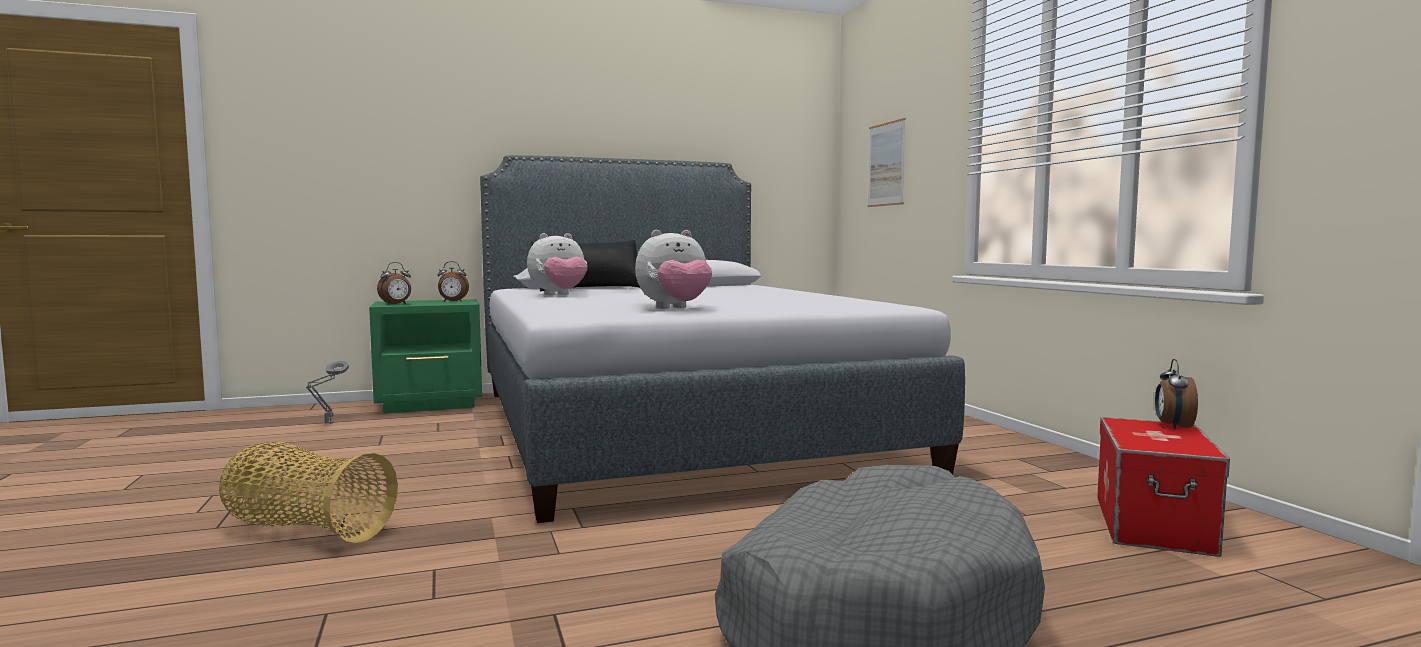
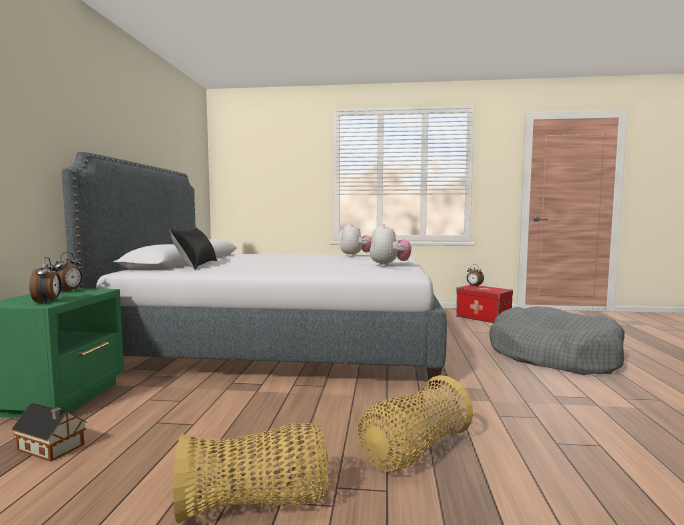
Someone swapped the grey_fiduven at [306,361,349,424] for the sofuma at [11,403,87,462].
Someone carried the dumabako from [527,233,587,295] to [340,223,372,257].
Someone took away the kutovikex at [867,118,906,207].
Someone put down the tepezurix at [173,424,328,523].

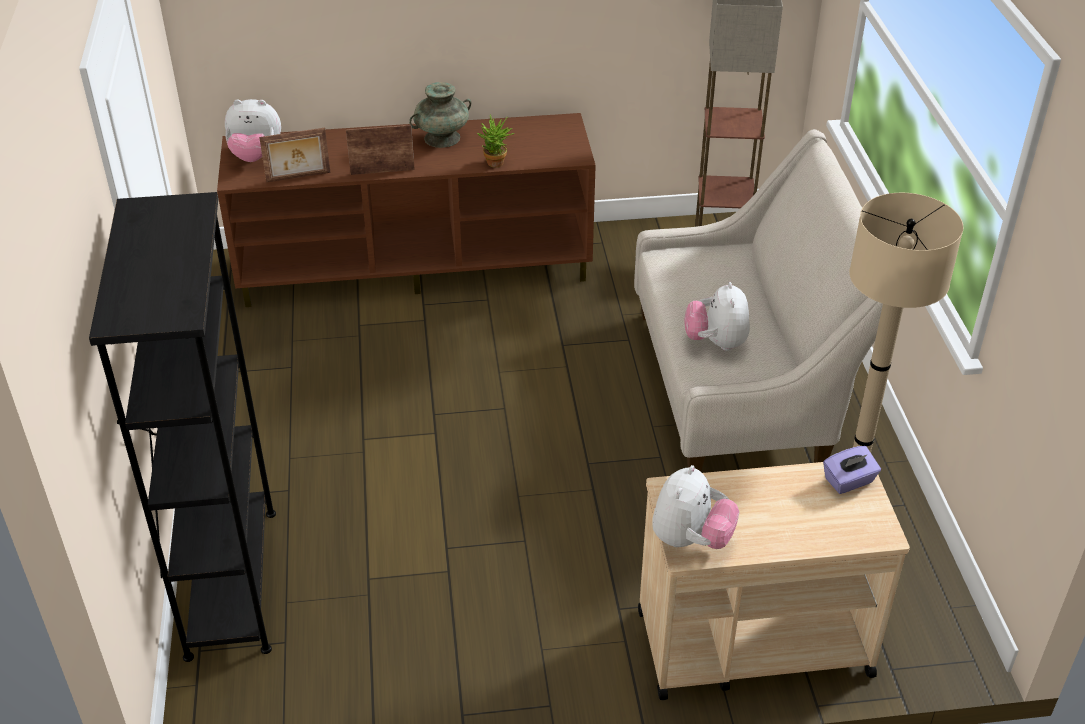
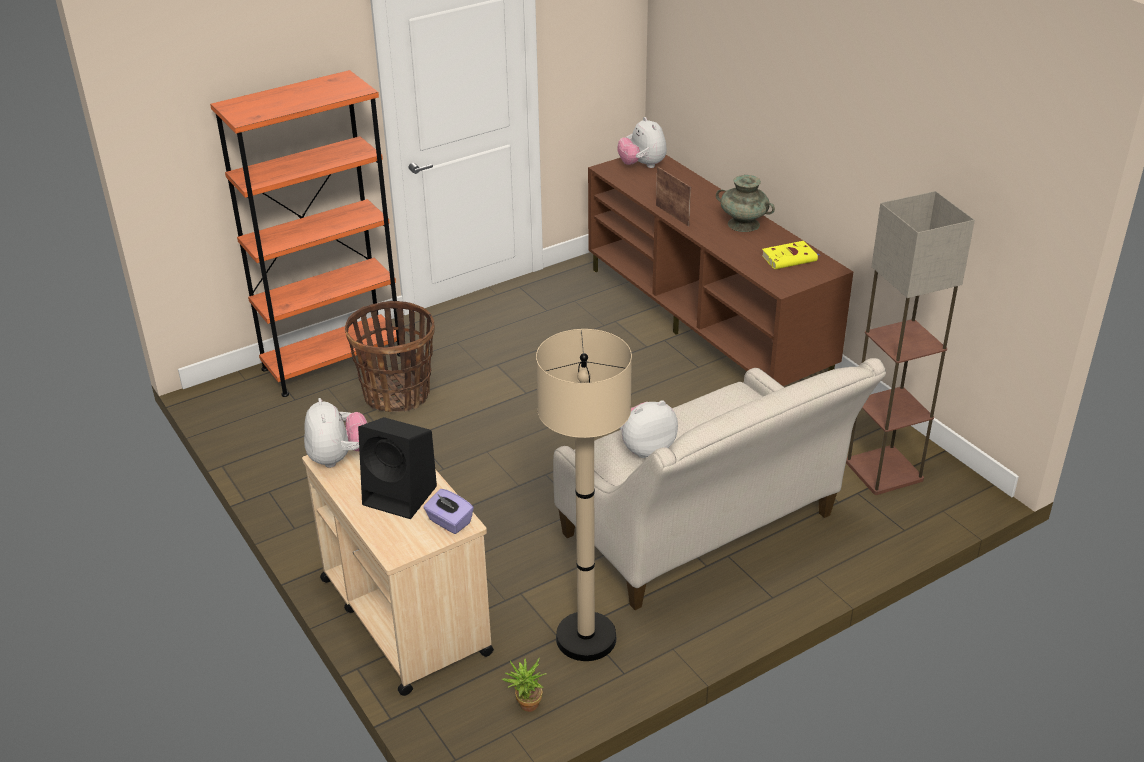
Someone repainted the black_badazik at [89,192,276,662], which became the orange_badazik at [210,70,400,397].
Someone took away the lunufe at [259,128,330,182].
Someone carried the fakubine from [477,115,515,167] to [502,658,546,712].
Someone rotated the dumabako at [653,465,739,549] by 105 degrees counterclockwise.
Someone put down the tepezurix at [345,301,435,412].
Someone put down the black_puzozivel at [358,417,437,519].
Someone put down the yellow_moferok at [761,241,819,269].

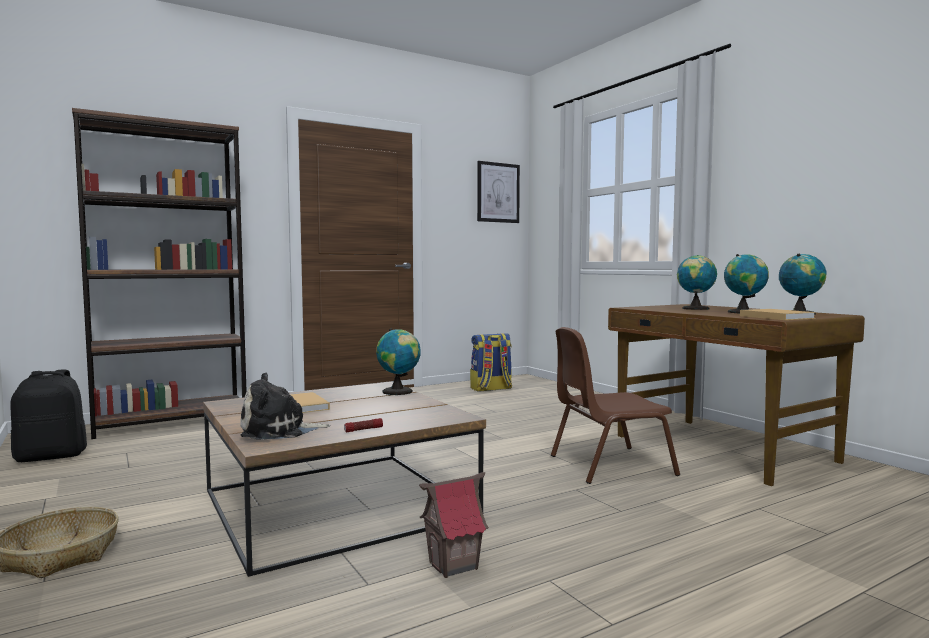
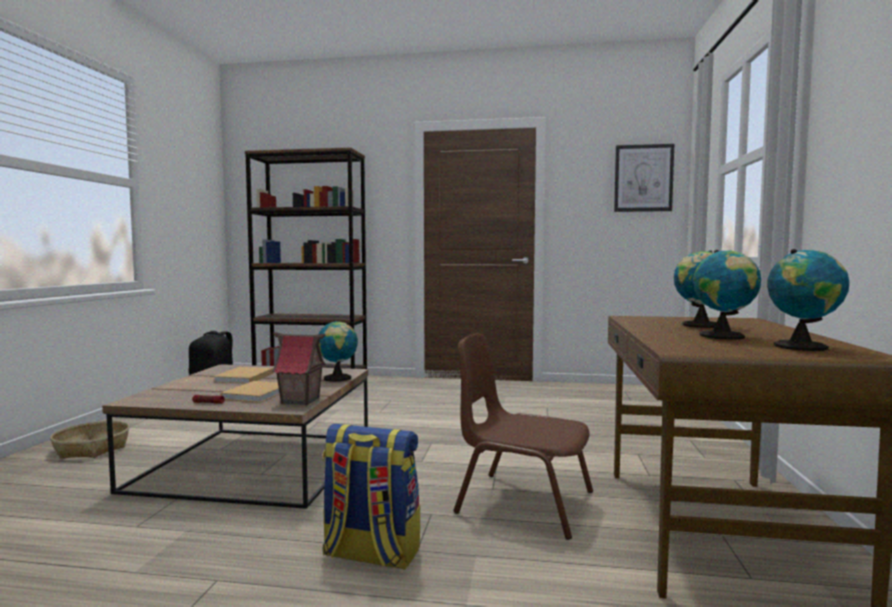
Someone took away the dumabako at [240,372,331,440].
Someone carried the sofuma from [419,472,489,578] to [272,332,326,406].
Someone carried the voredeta from [470,333,512,392] to [323,424,420,570].
Someone carried the beige_moferok from [740,309,816,320] to [221,381,280,403].

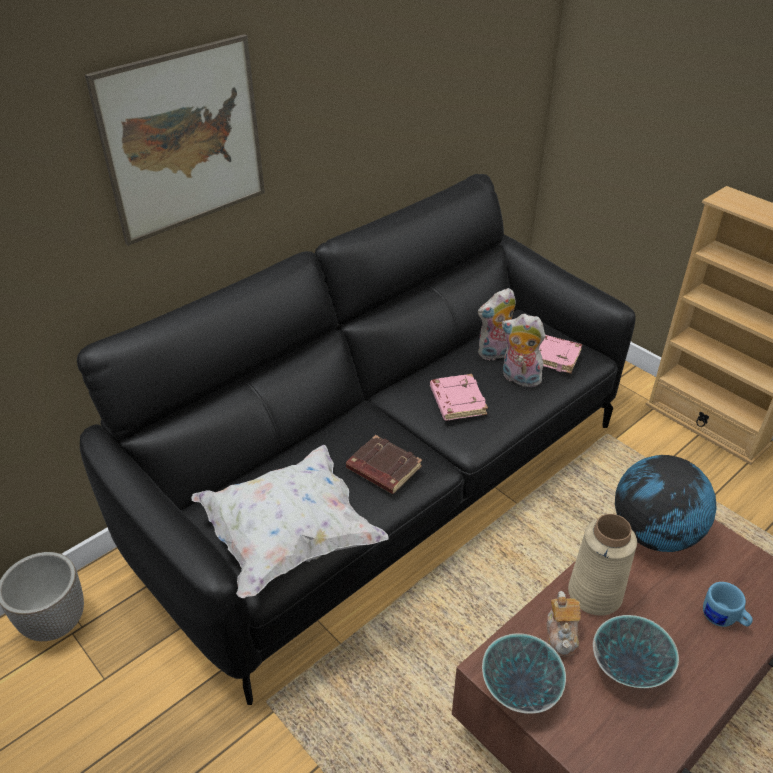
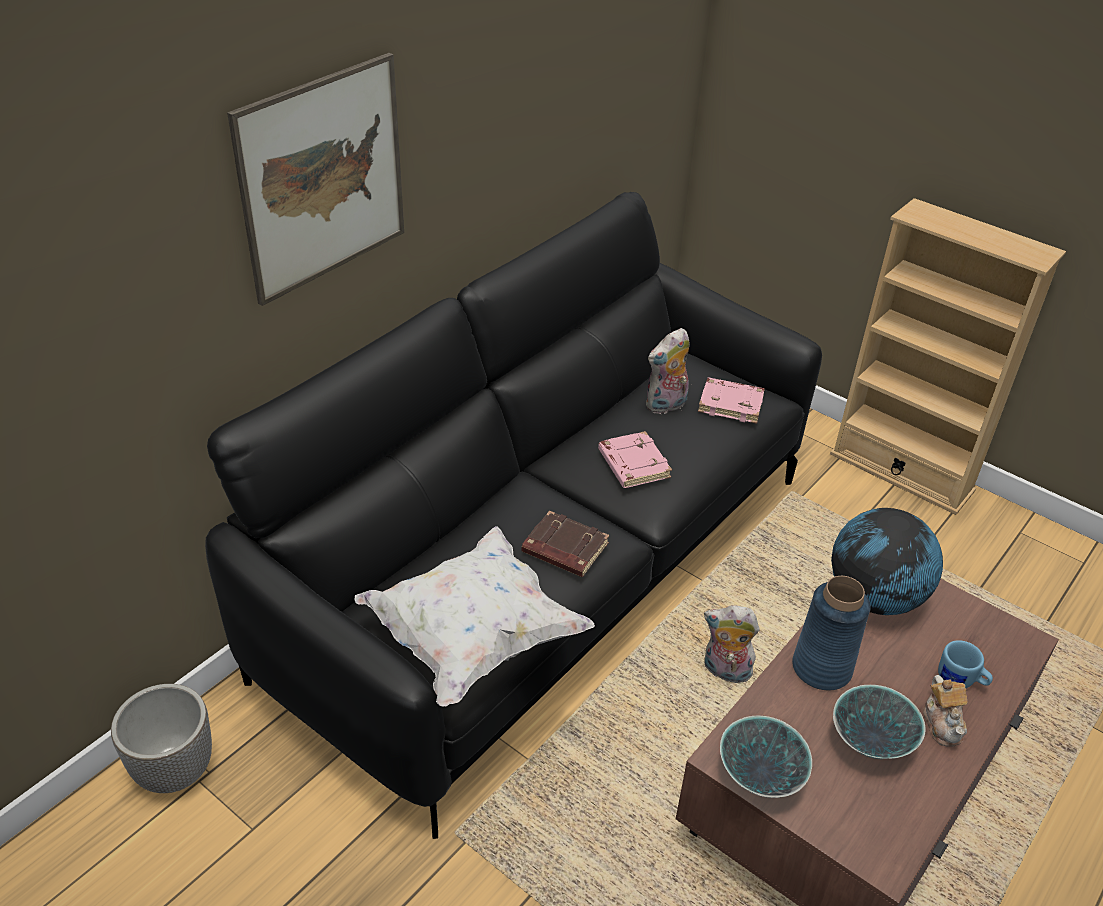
Someone carried the dumabako from [501,314,546,389] to [704,605,760,683].
Someone carried the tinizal from [547,591,581,657] to [923,675,968,747].
Someone repainted the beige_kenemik at [568,514,637,616], which became the blue_kenemik at [792,576,871,690].

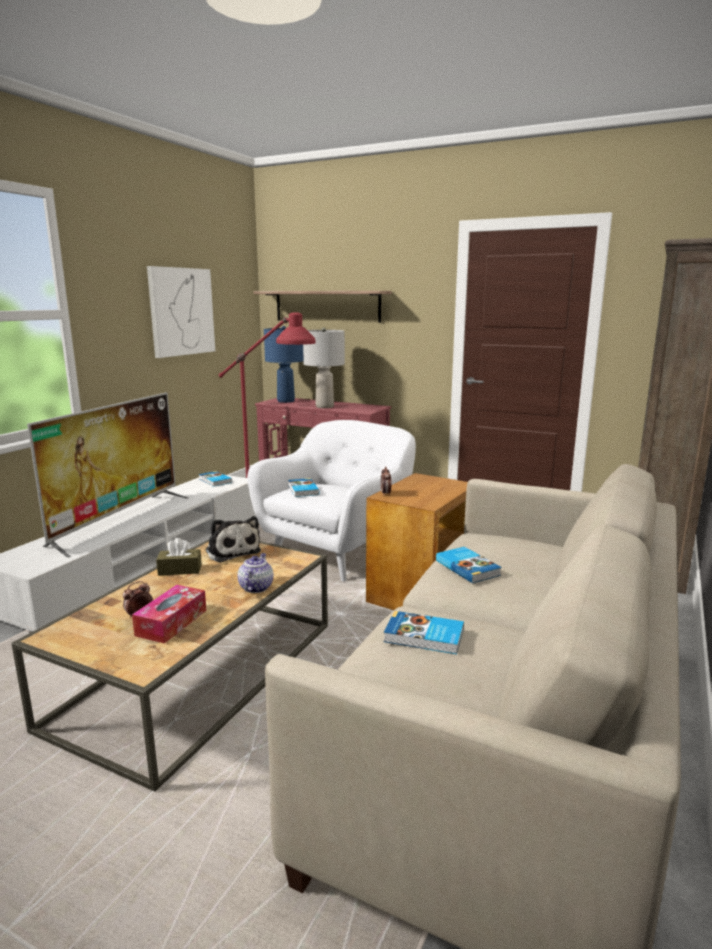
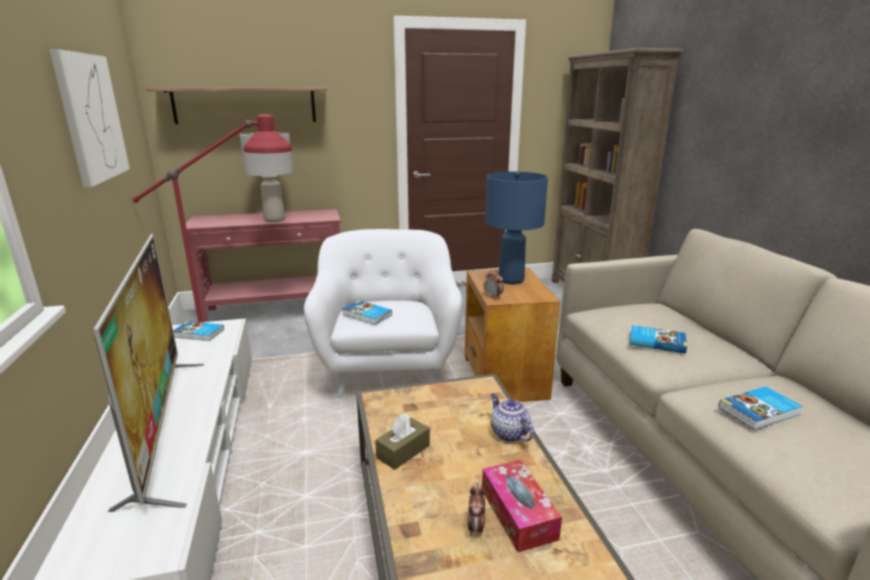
Someone took away the dumabako at [205,516,261,563].
Someone carried the blue_fiduven from [264,326,303,403] to [485,171,548,284].

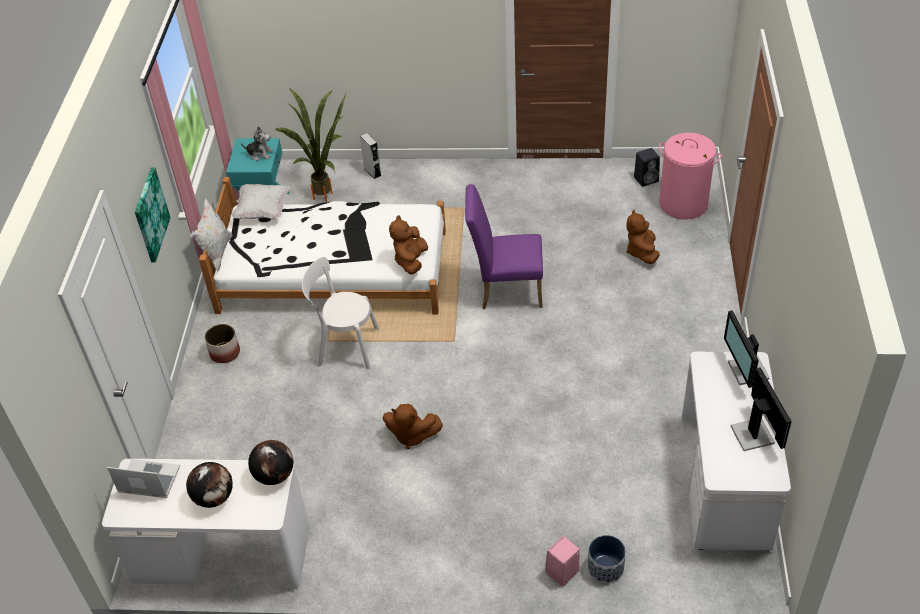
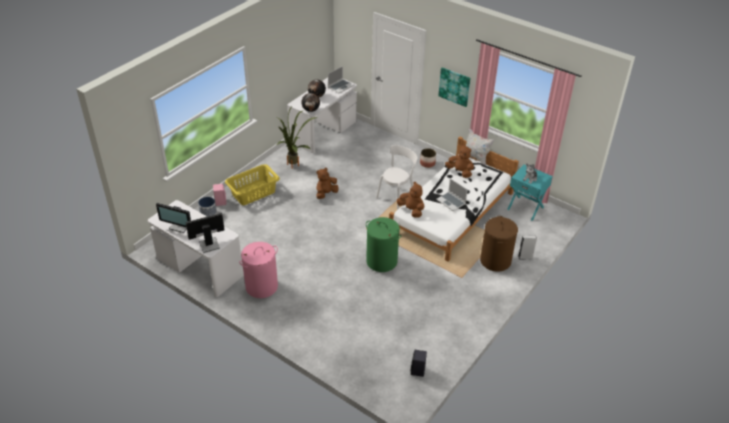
Someone took away the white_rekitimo at [231,184,289,219].
Someone carried the fakubine from [274,88,346,202] to [277,107,318,169].
Someone swapped the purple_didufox at [465,184,543,309] for the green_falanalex at [366,217,402,272].
Someone carried the brown_dumabako from [626,210,660,264] to [445,144,474,178].
Someone carried the pink_falanalex from [659,133,722,220] to [239,242,278,298].
Someone rotated the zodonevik at [724,310,769,388] by 45 degrees counterclockwise.
Someone put down the yellow_falanalex at [225,164,280,205].
Someone put down the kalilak at [436,178,468,212].
Someone put down the brown_falanalex at [480,216,518,272].

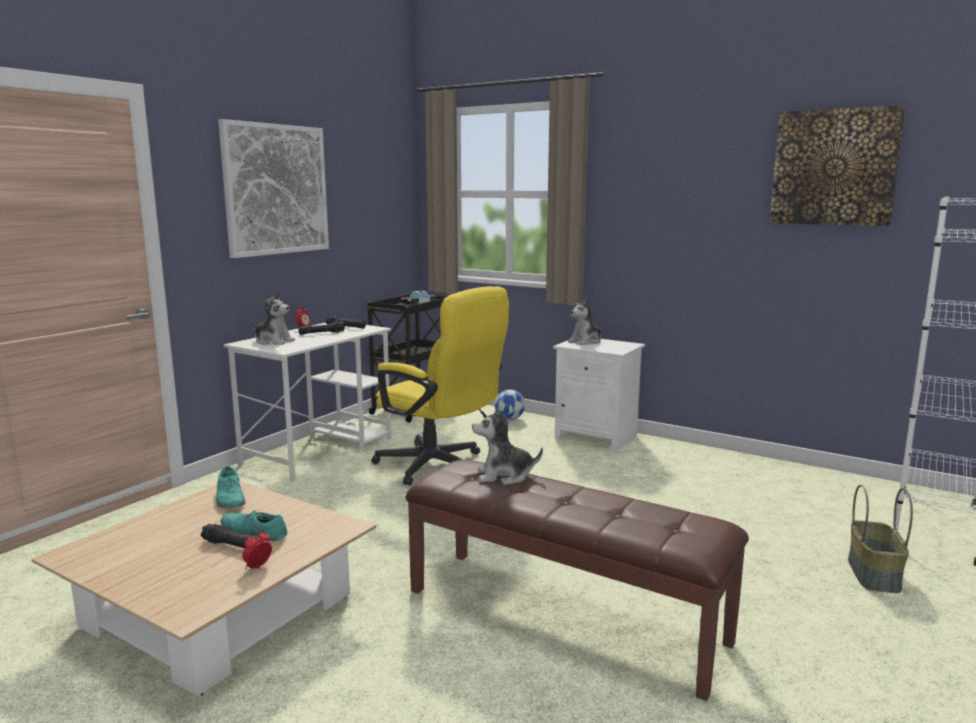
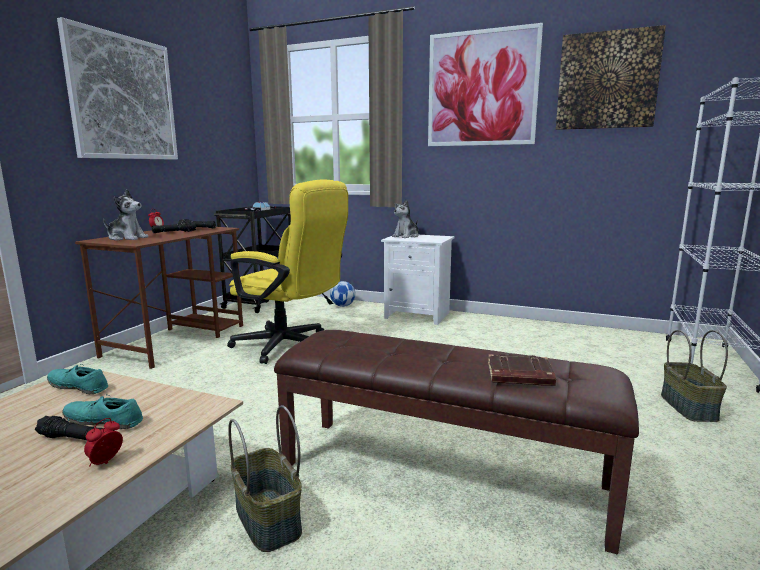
Someone rotated the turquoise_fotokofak at [216,466,245,508] by 150 degrees clockwise.
Someone repainted the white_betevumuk at [224,323,391,482], which became the brown_betevumuk at [75,227,243,369].
Someone took away the dumabako at [472,407,543,485].
Someone put down the tepezurix at [228,405,302,552].
Someone put up the kutovikex at [428,23,543,146].
Someone put down the brown_moferok at [488,354,556,386].

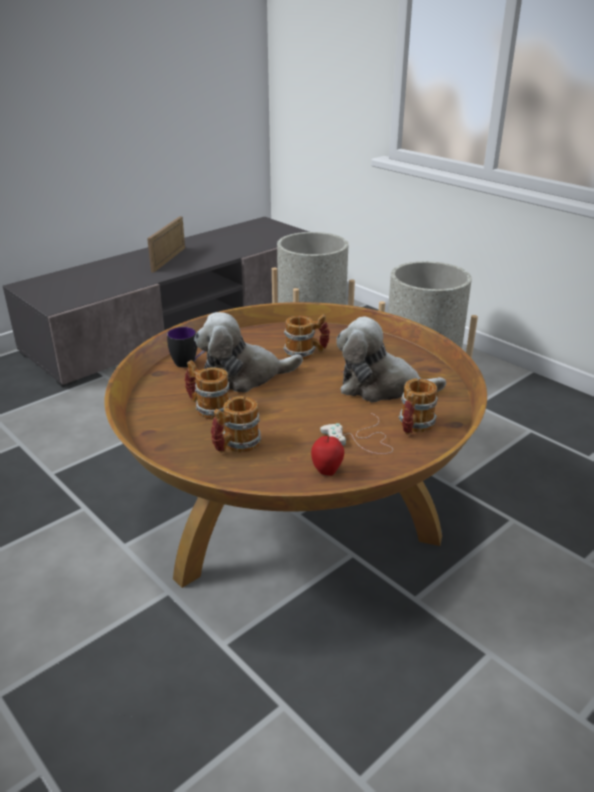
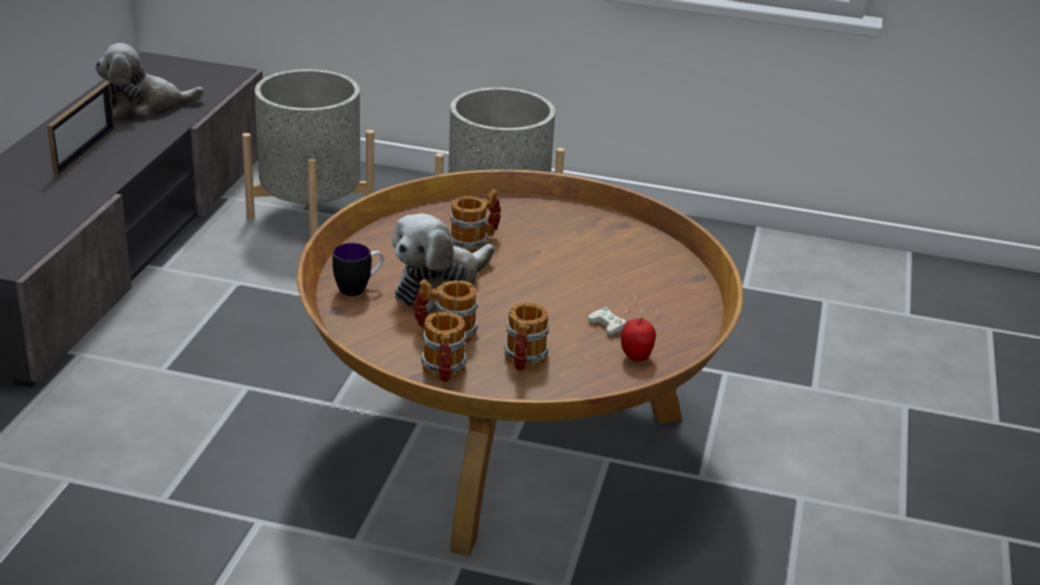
Someone rotated the lunufe at [147,216,185,273] by 150 degrees counterclockwise.
Someone carried the dumabako from [337,317,446,402] to [95,43,204,119].
Someone carried the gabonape from [399,378,438,435] to [422,312,466,384].

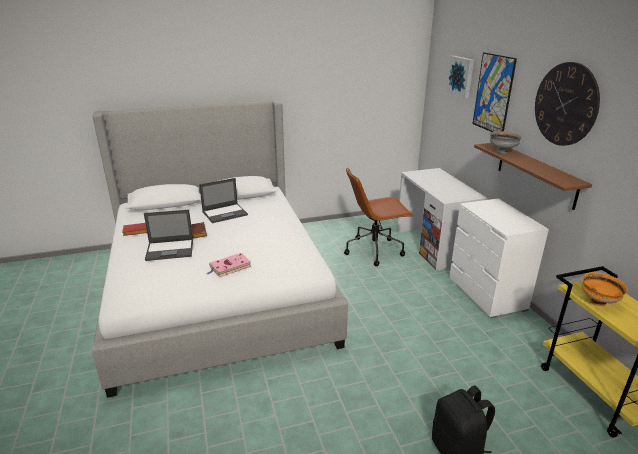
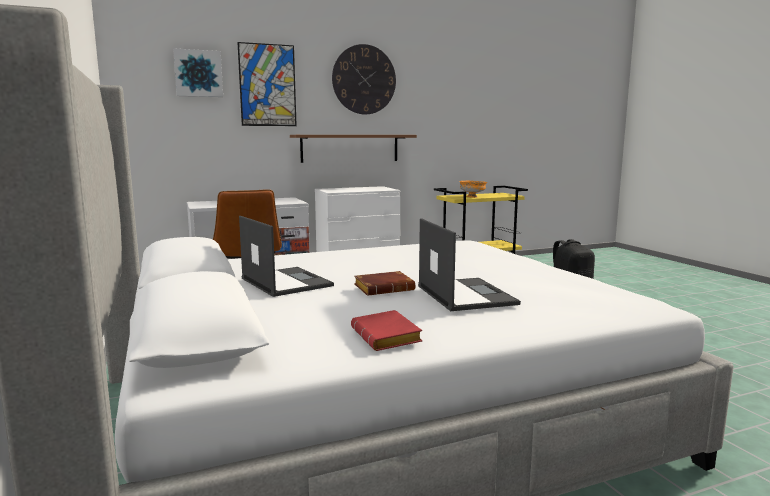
Someone took away the pink_moferok at [207,253,251,277].
Someone took away the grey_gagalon at [490,131,522,153].

